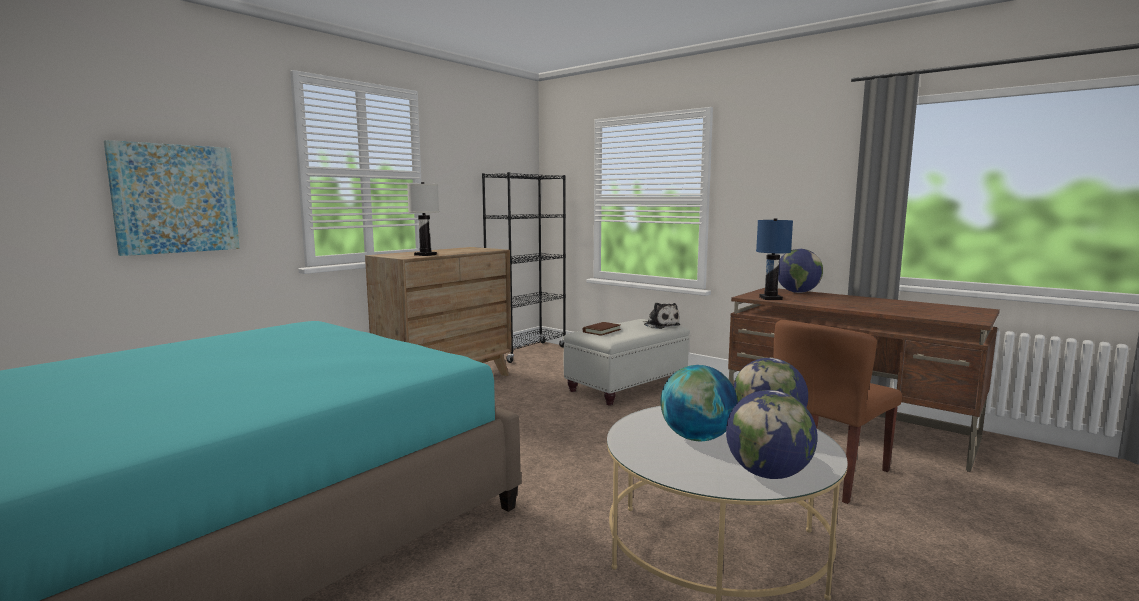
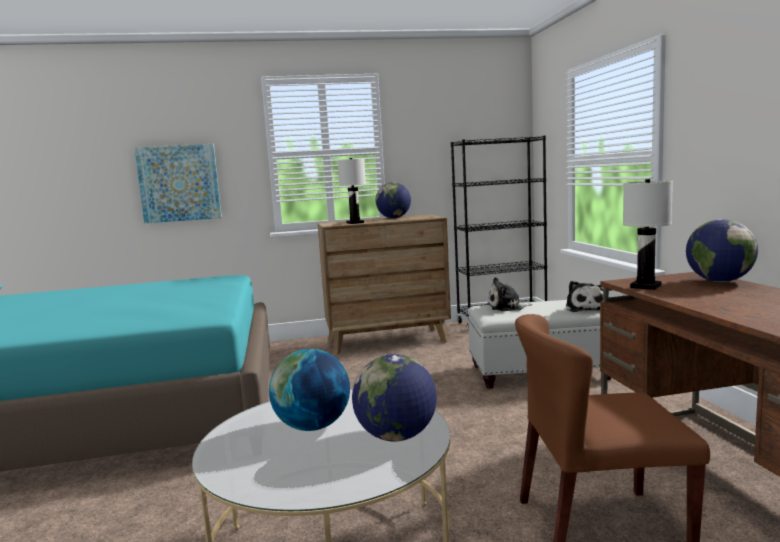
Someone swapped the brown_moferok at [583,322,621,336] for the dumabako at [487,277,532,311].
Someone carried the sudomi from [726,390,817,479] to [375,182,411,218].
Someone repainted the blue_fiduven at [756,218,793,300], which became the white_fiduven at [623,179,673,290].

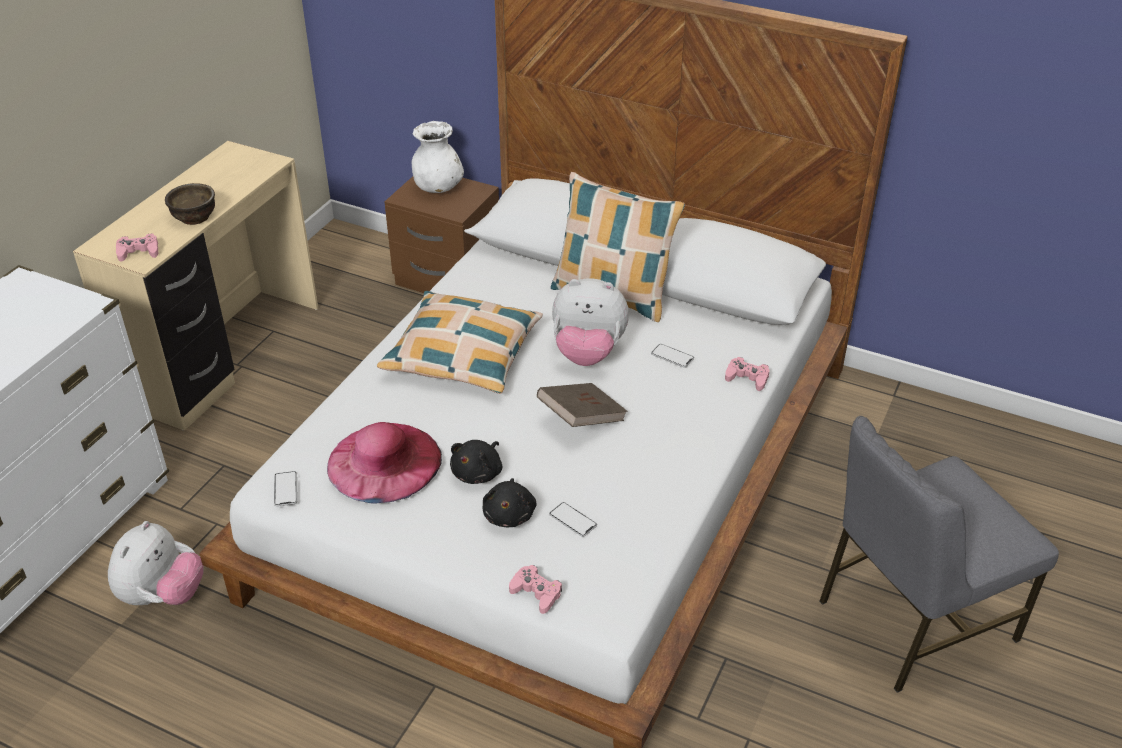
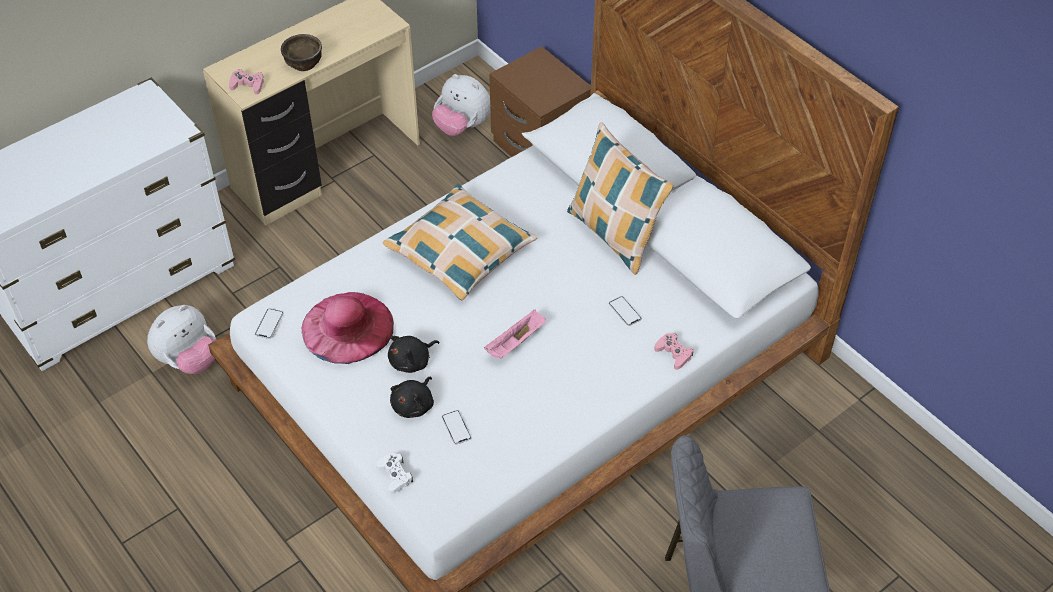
Someone took away the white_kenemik at [412,121,464,193].
Someone repainted the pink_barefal at [509,565,562,614], which became the white_barefal at [377,453,413,494].
Someone swapped the brown_moferok at [537,383,628,427] for the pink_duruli at [484,310,546,359].
Someone carried the dumabako from [552,278,629,366] to [432,74,490,136].

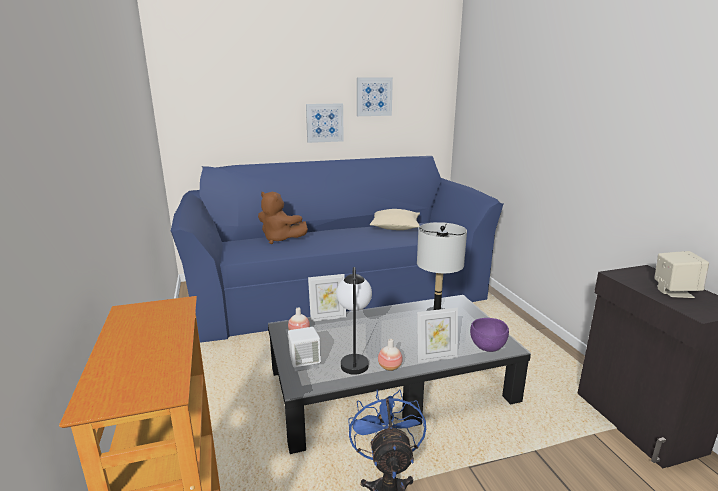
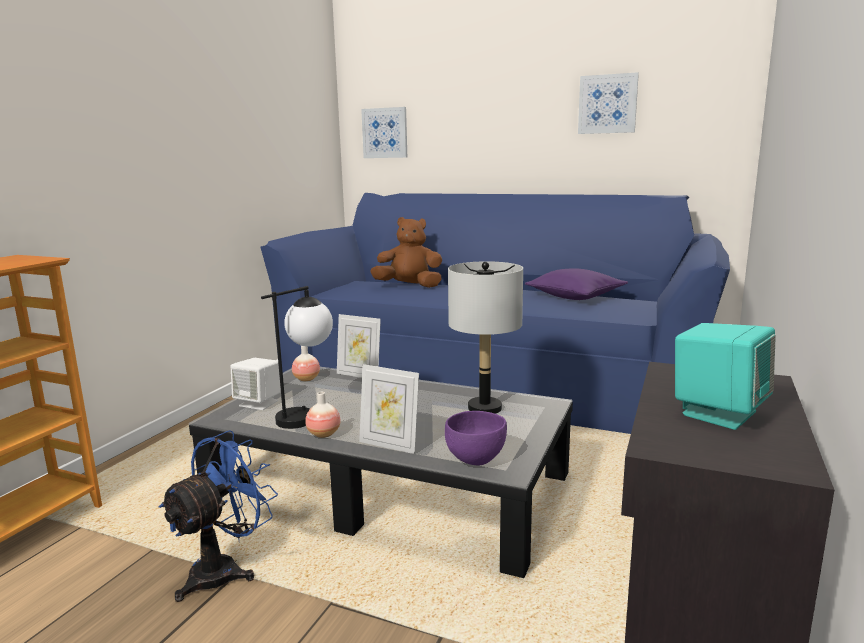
Someone rotated the brown_dumabako at [258,192,308,244] by 120 degrees clockwise.
Someone carried the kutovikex from [306,103,344,143] to [361,107,407,158].
Someone repainted the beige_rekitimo at [370,209,420,230], which became the purple_rekitimo at [525,268,628,300].
Someone repainted the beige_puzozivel at [654,251,709,298], which became the turquoise_puzozivel at [675,323,776,430].

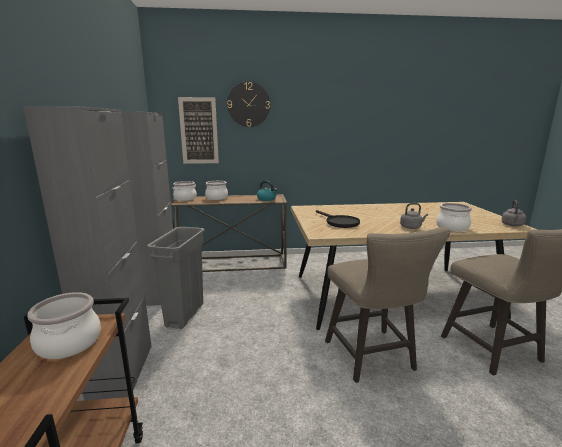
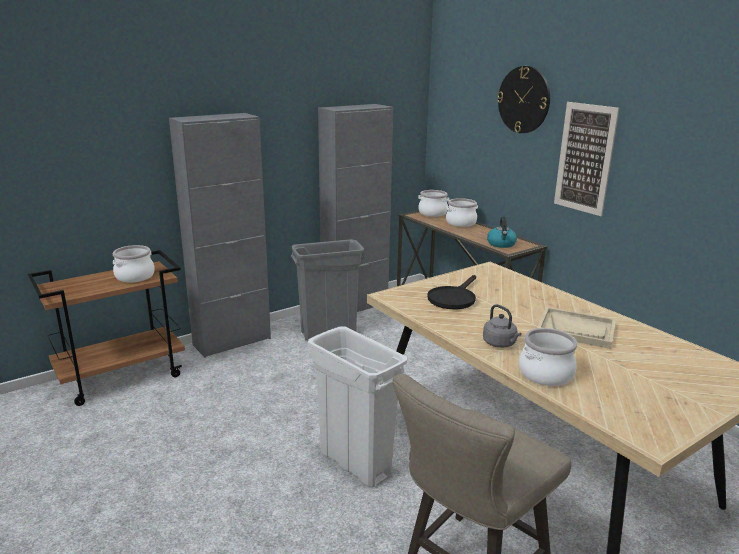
Someone carried the kutovikex from [178,97,219,164] to [554,102,619,216].
Someone swapped the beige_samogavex at [325,227,450,383] for the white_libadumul at [308,327,407,488].
Someone took away the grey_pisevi at [501,200,526,226].
Someone put down the beige_duruli at [537,307,616,349].

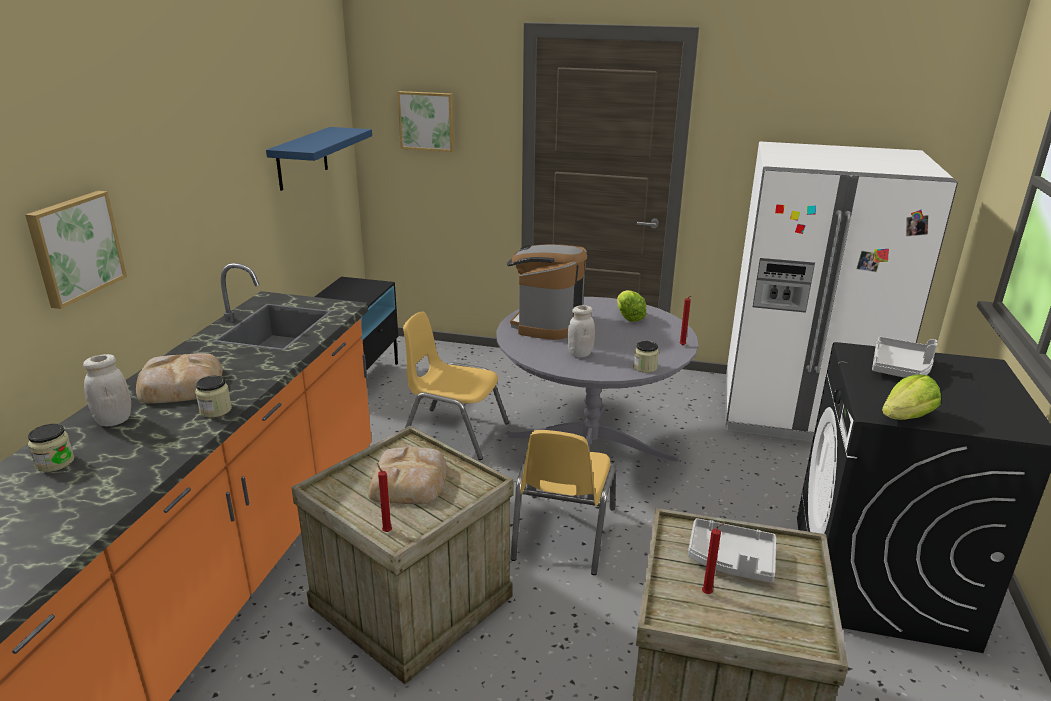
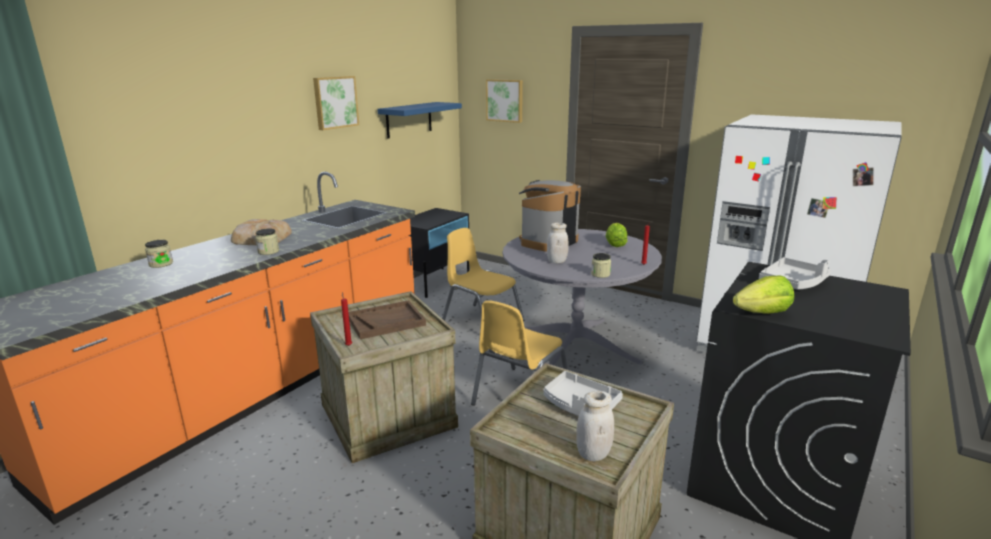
Someone carried the kutovikex from [25,191,127,309] to [313,76,359,130].
Someone carried the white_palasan from [83,354,131,426] to [576,391,614,461].
Someone swapped the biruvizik at [368,446,447,504] for the brown_duruli at [348,300,426,339].
Someone took away the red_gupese at [702,522,726,594].

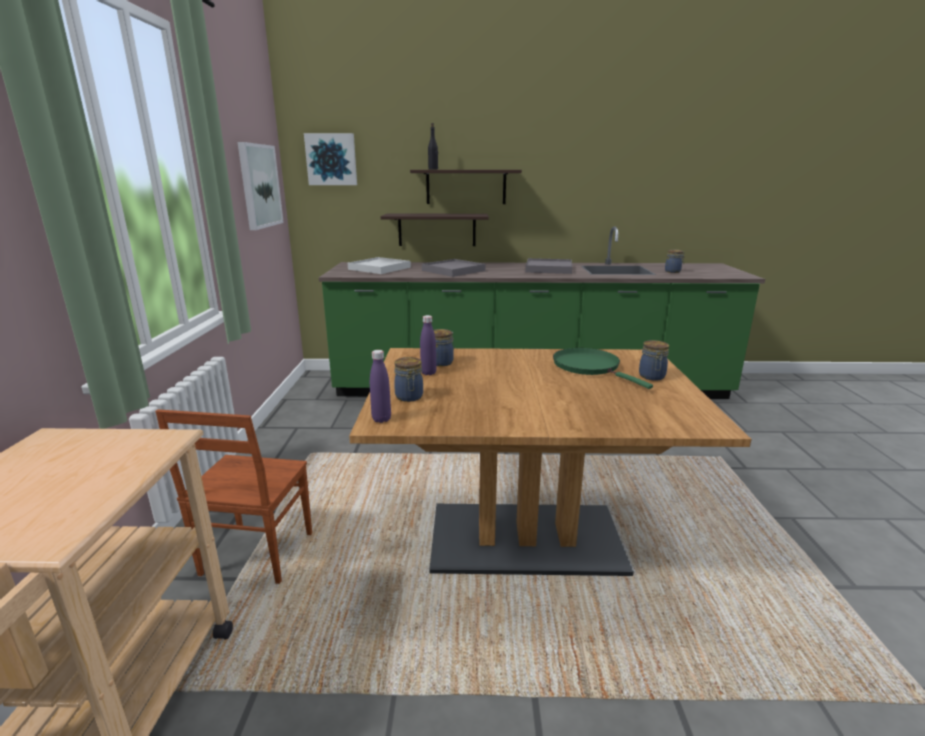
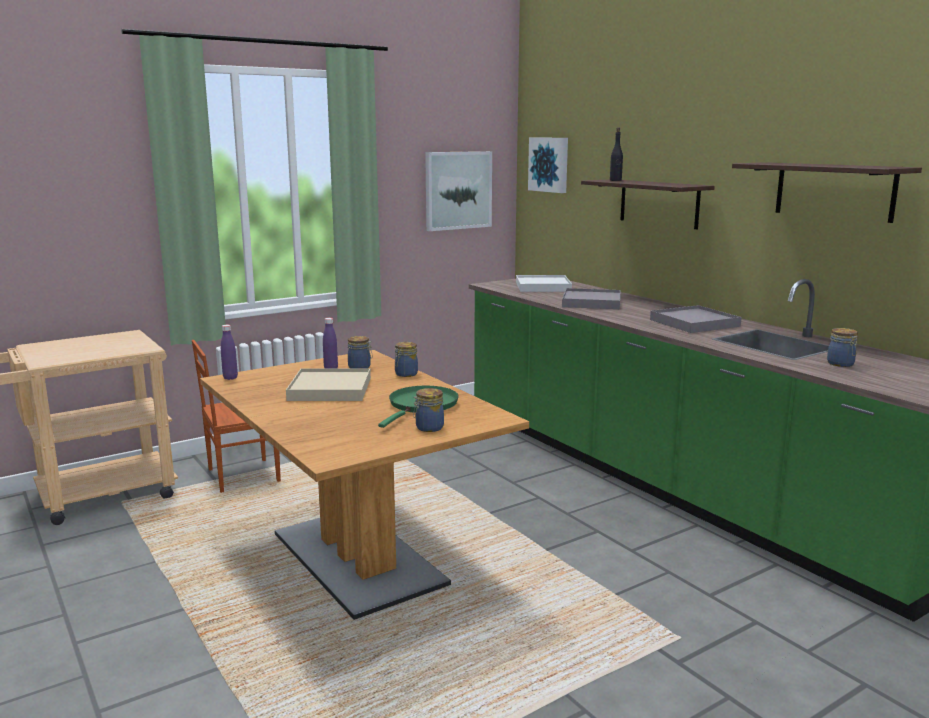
Someone carried the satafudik from [381,214,489,246] to [732,162,922,223].
Someone carried the palasan from [394,357,423,402] to [395,342,418,377].
Someone put down the beige_duruli at [286,368,371,401].

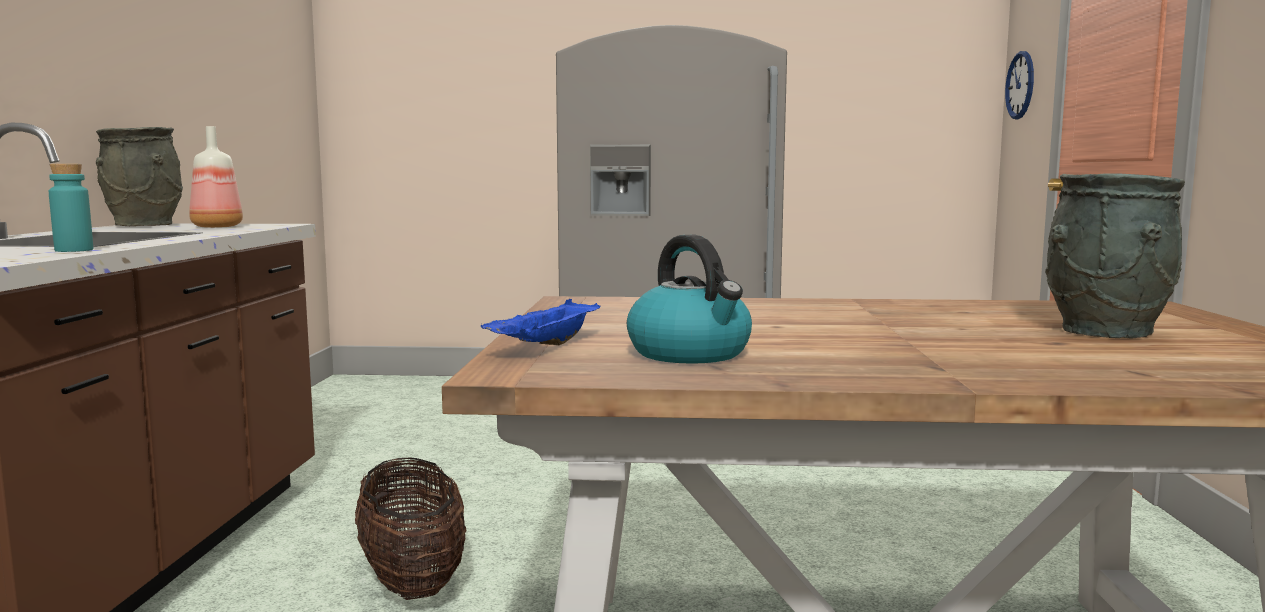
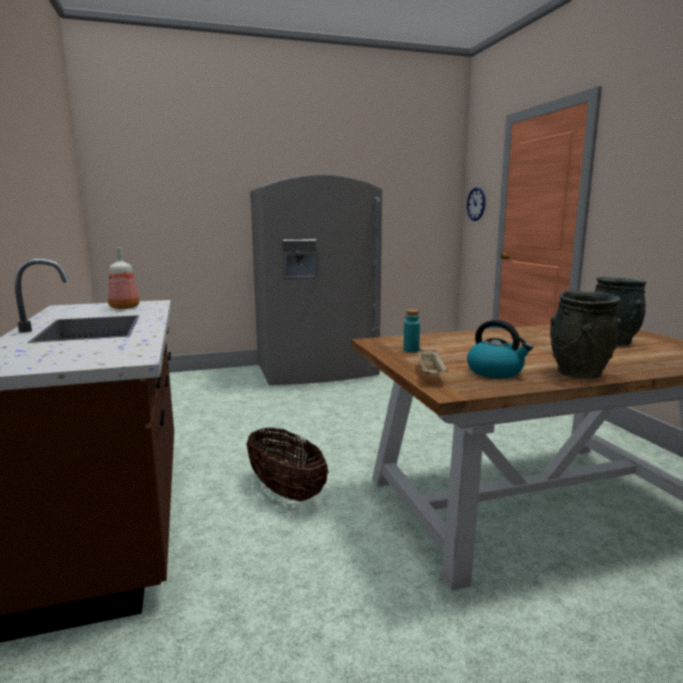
Someone carried the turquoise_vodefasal from [49,164,93,252] to [403,309,420,352].
Someone carried the grey_kenemik from [96,127,183,226] to [550,291,621,379].
Someone repainted the blue_duruli at [481,299,600,345], which became the beige_duruli at [418,348,448,374].

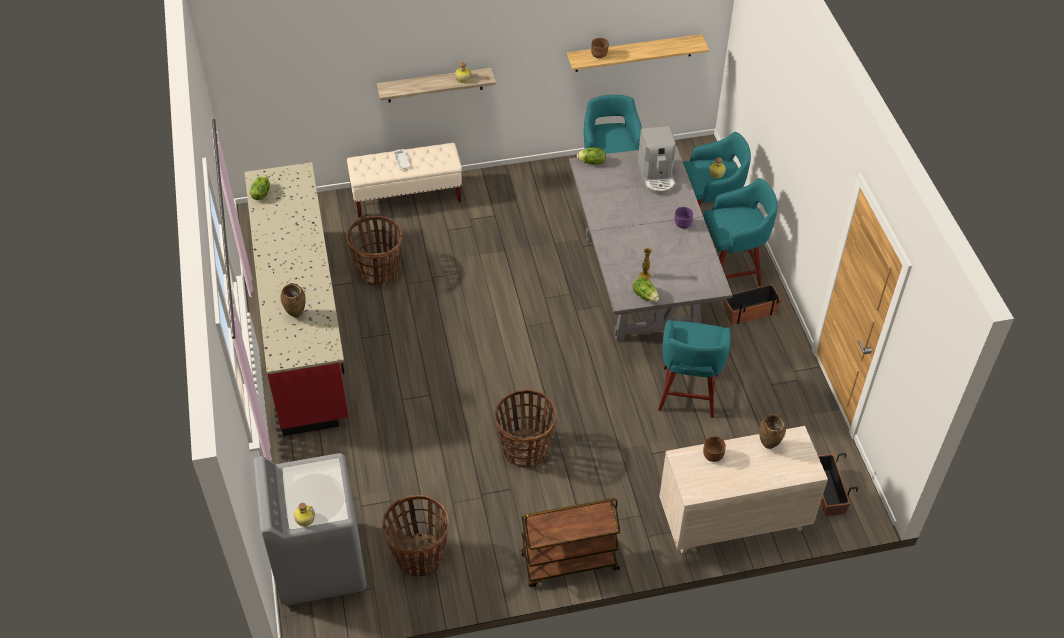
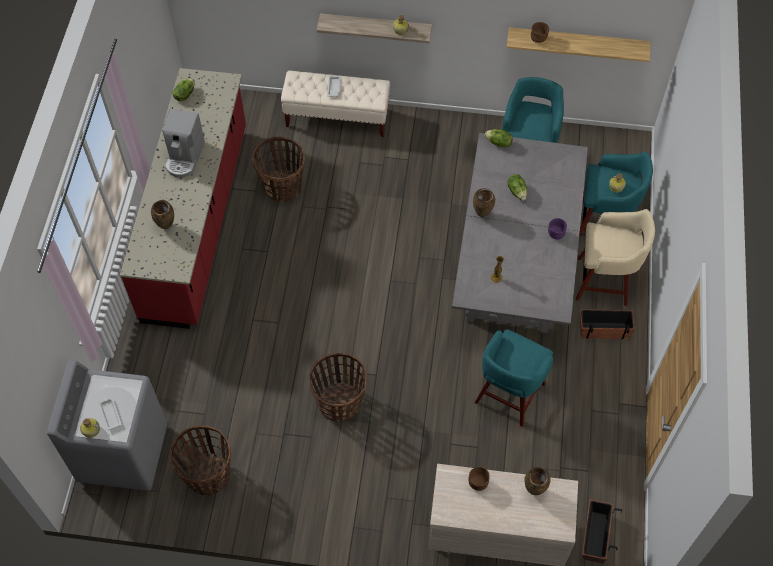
Someone took away the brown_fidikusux at [521,498,621,587].
Someone carried the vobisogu from [633,277,659,302] to [508,174,527,201].
Someone carried the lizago from [638,126,676,195] to [162,109,205,178].
Someone repainted the turquoise_samogavex at [703,178,778,286], which became the beige_samogavex at [576,209,655,306].
Someone put down the white_duruli at [98,397,122,430].
Someone put down the brown_kenemik at [473,188,495,217].

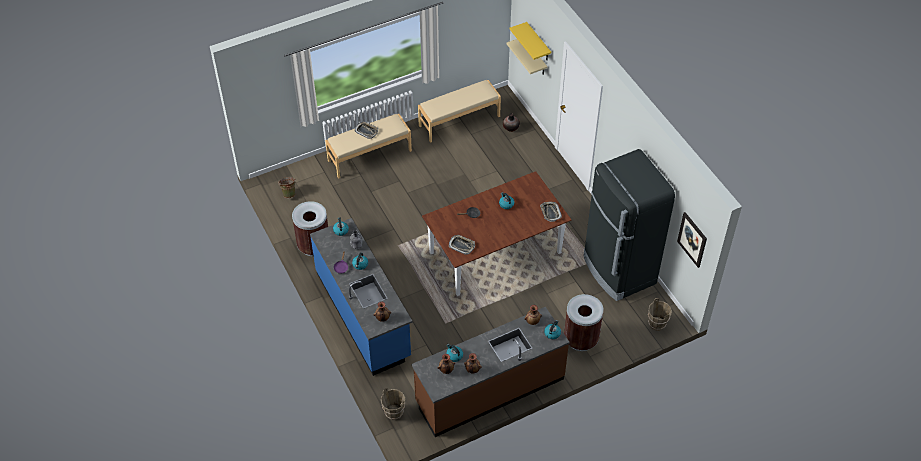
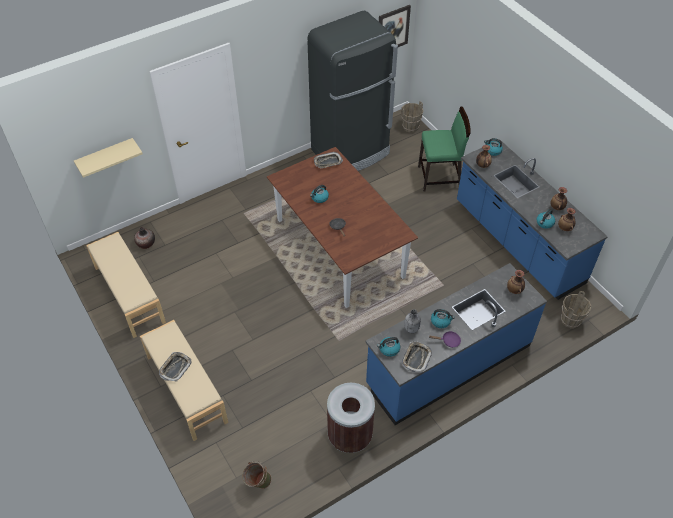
Someone repainted the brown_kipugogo at [412,307,570,437], which became the blue_kipugogo at [457,139,608,300].
Someone carried the duruli from [449,235,475,255] to [402,342,432,372].
Someone took away the yellow_satafudik at [510,22,551,60].
Someone swapped the brown_libadumul at [564,294,604,351] for the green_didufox at [418,107,470,191].

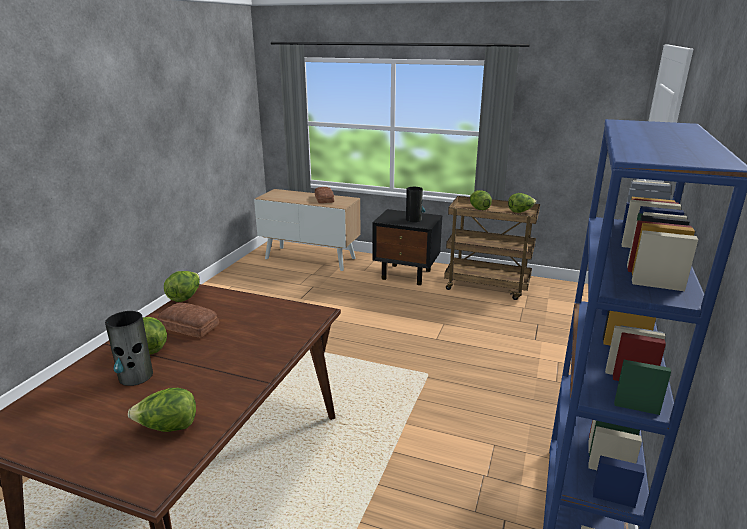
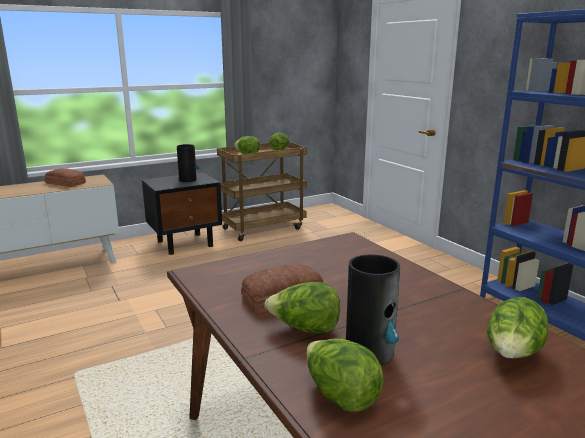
Someone carried the vobisogu from [164,271,200,302] to [306,339,384,413].

